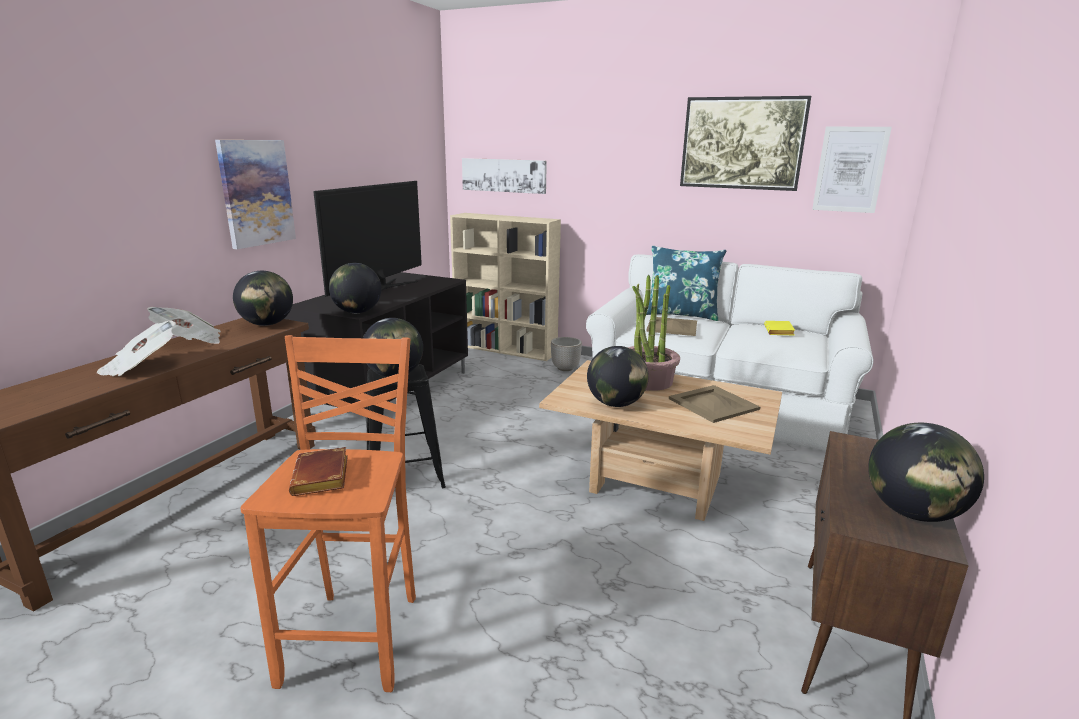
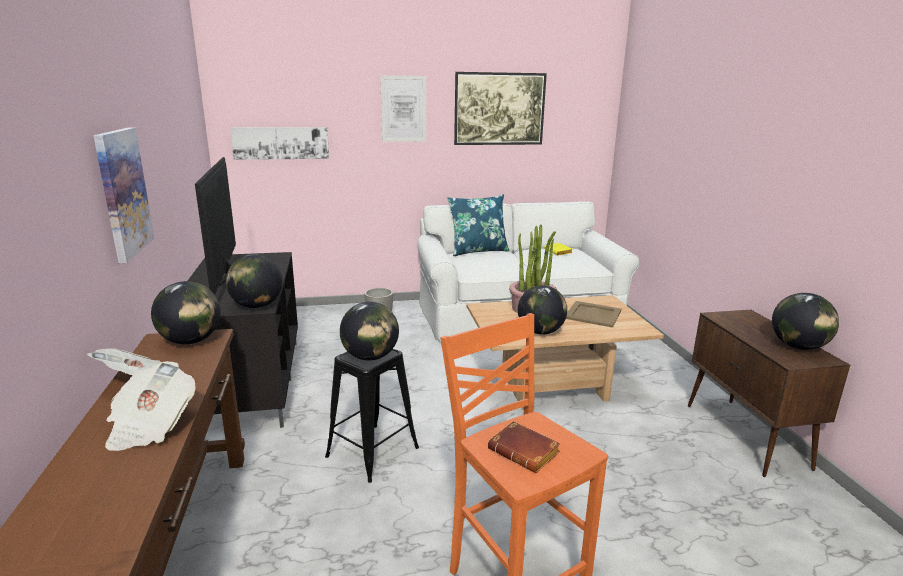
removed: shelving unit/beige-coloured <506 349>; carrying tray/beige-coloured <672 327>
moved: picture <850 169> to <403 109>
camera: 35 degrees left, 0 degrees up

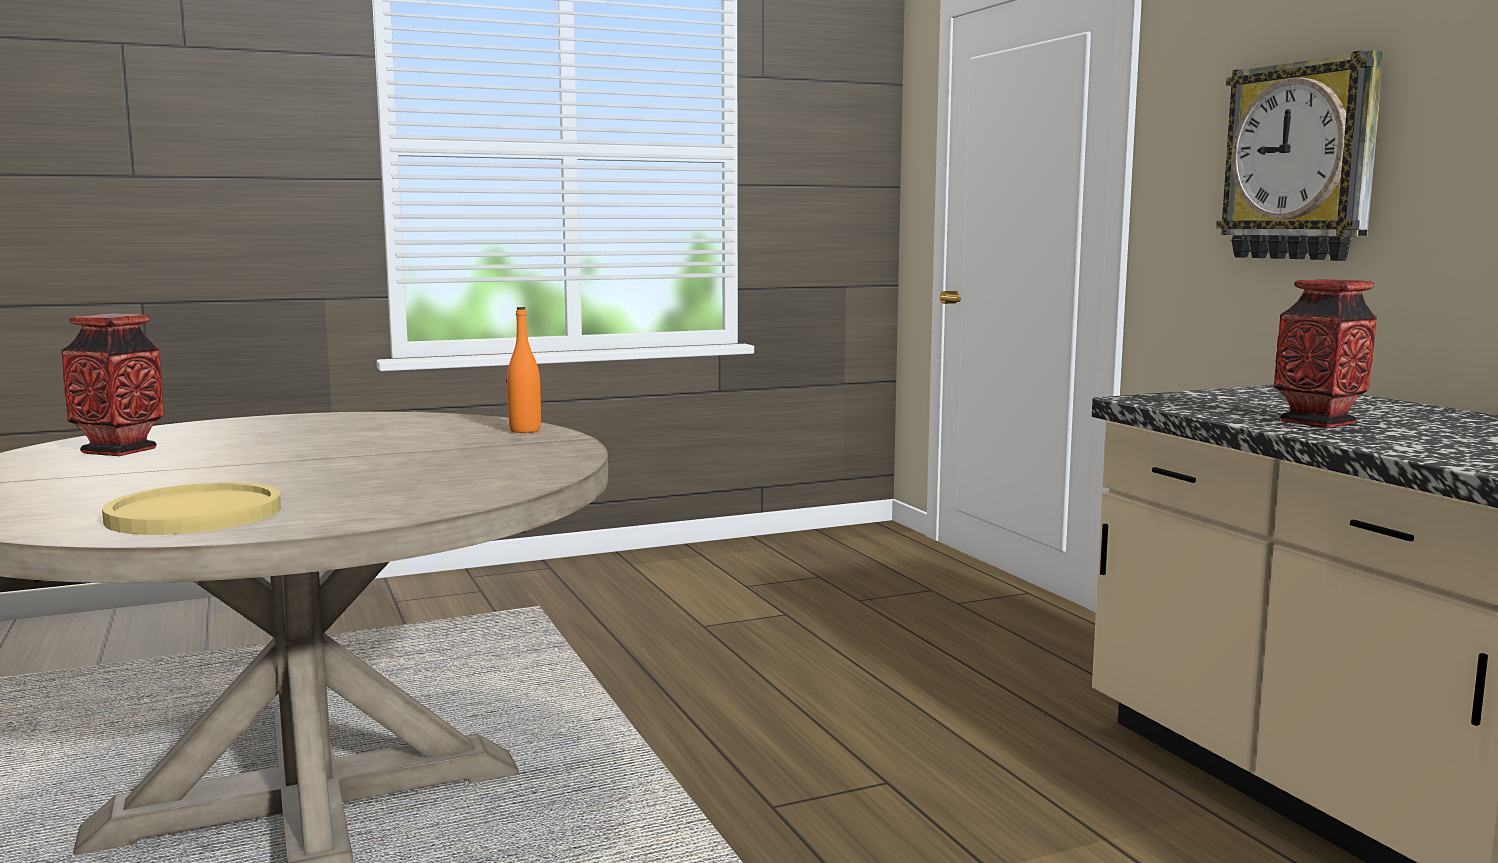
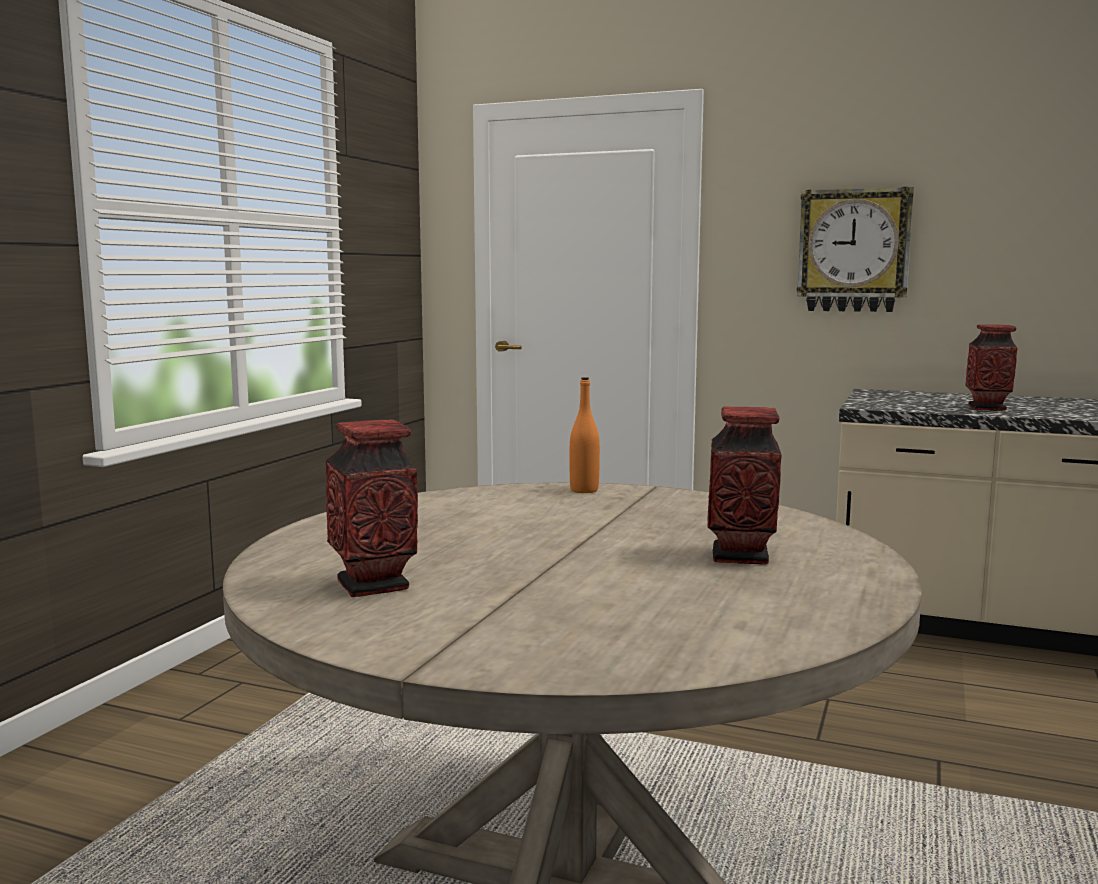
removed: dinner plate/yellow <194 514>
added: flower vase <740 556>
camera: 45 degrees left, 0 degrees up

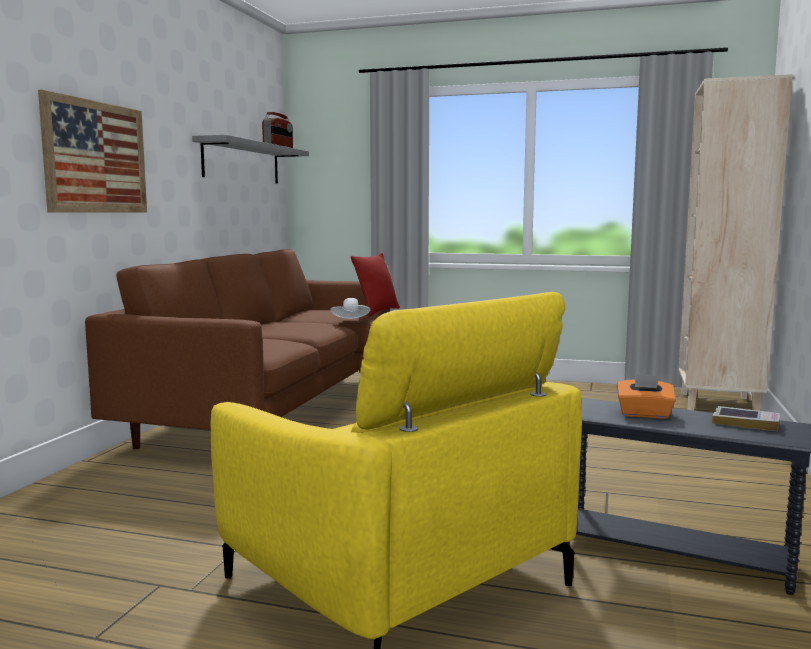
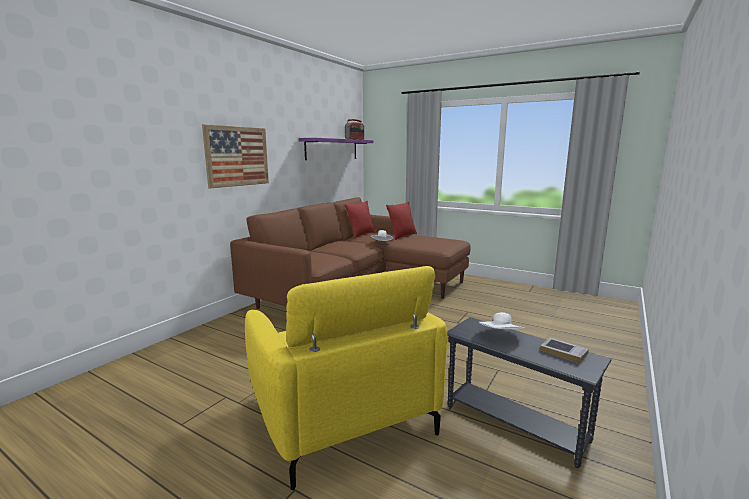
removed: shelving unit/beige-coloured <719 405>
added: cushion/red <361 234>
replaced: box of tissues/orange <644 414> to hat/whitish <501 337>
recoloured: bracket shelf/grey <242 162> to bracket shelf/purple <332 149>
camera: 15 degrees right, 5 degrees up

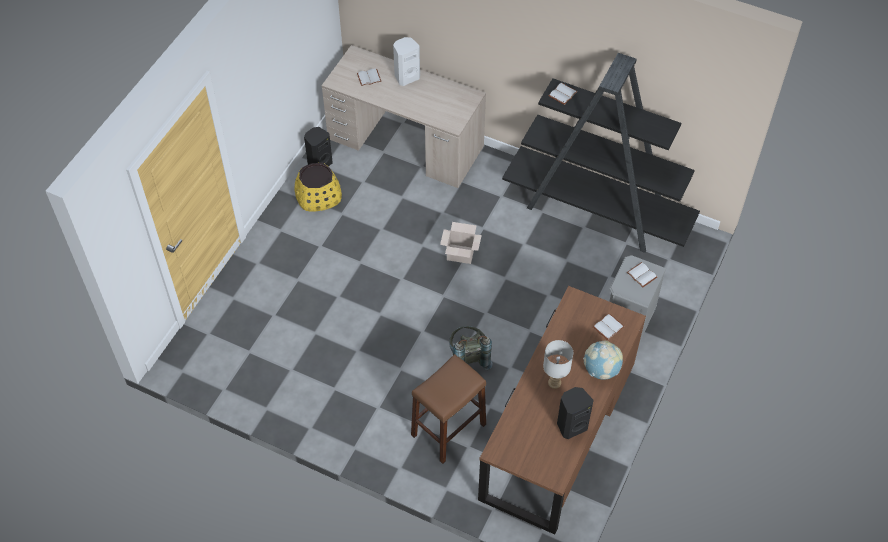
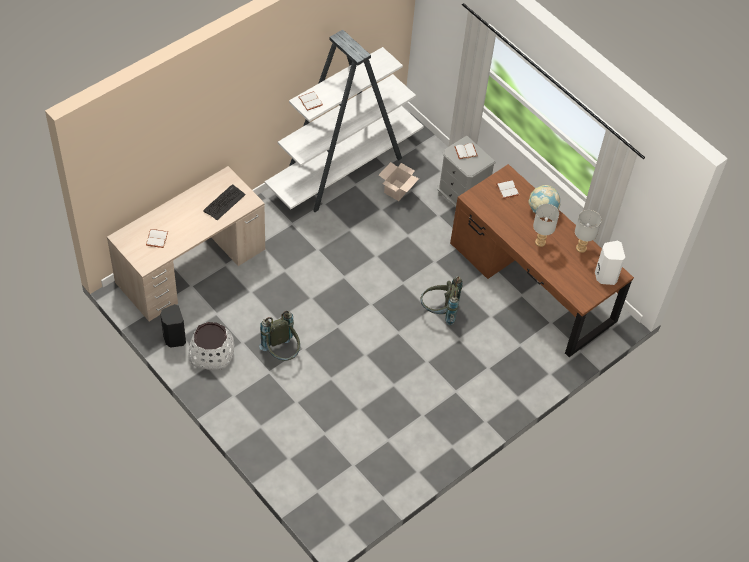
removed: stool seat/brown-coloured <448 429>
added: keyboard <224 202>; rucksack/grey <282 353>
moved: audio speaker/whitish <406 77> to <605 276>; carton <459 254> to <397 191>
replaced: audio speaker/blackish <571 425> to lamp for a table/grey <580 248>
recoloured: planter/yellow <318 196> to planter/whitish <211 353>; shelving unit/blackish <598 211> to shelving unit/whitish <344 168>
camera: 70 degrees left, 0 degrees up

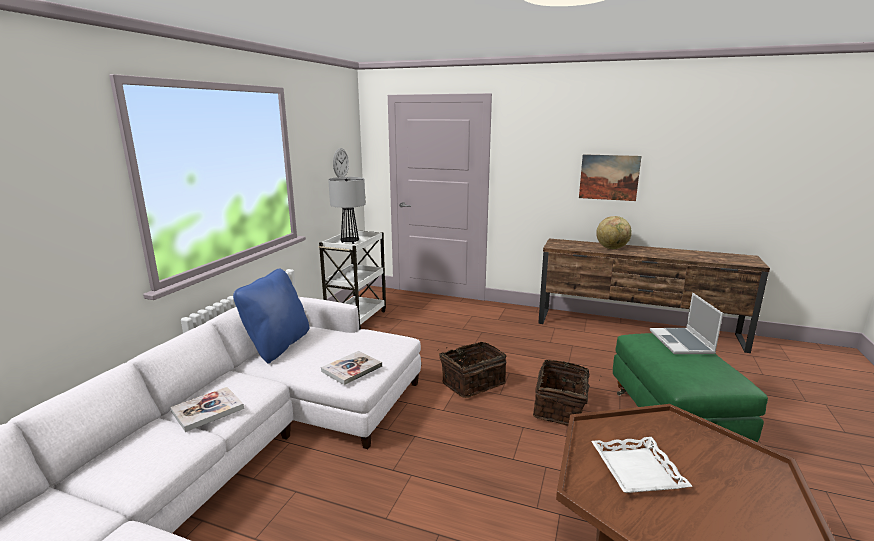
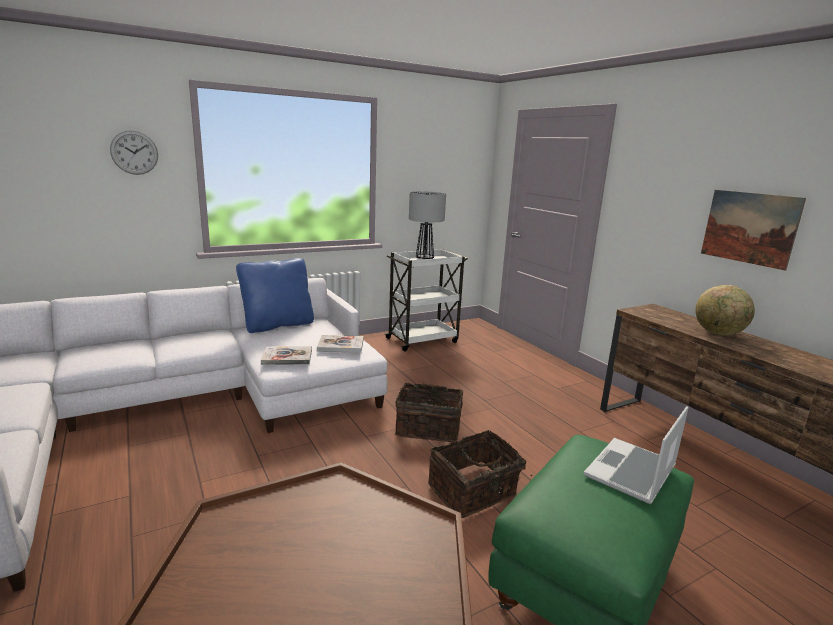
removed: carrying tray/whitish <636 470>
moved: volume <208 410> to <340 345>; hanging clock <340 163> to <134 152>
camera: 40 degrees right, 0 degrees up

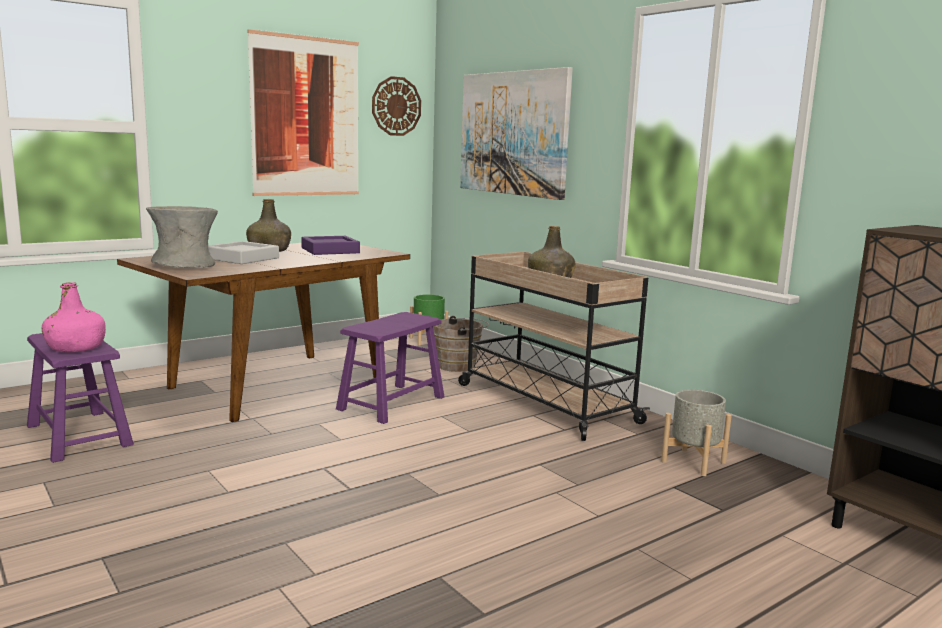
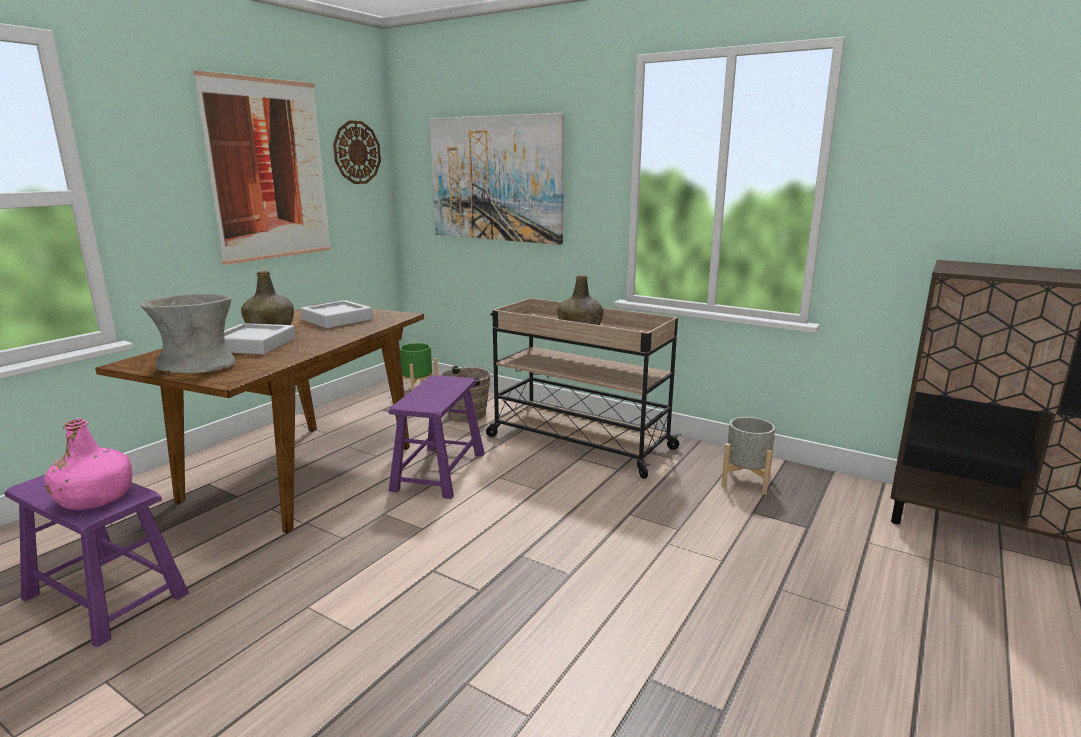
recoloured: carrying tray/purple <330 250> to carrying tray/grey <337 319>
camera: 20 degrees left, 5 degrees up

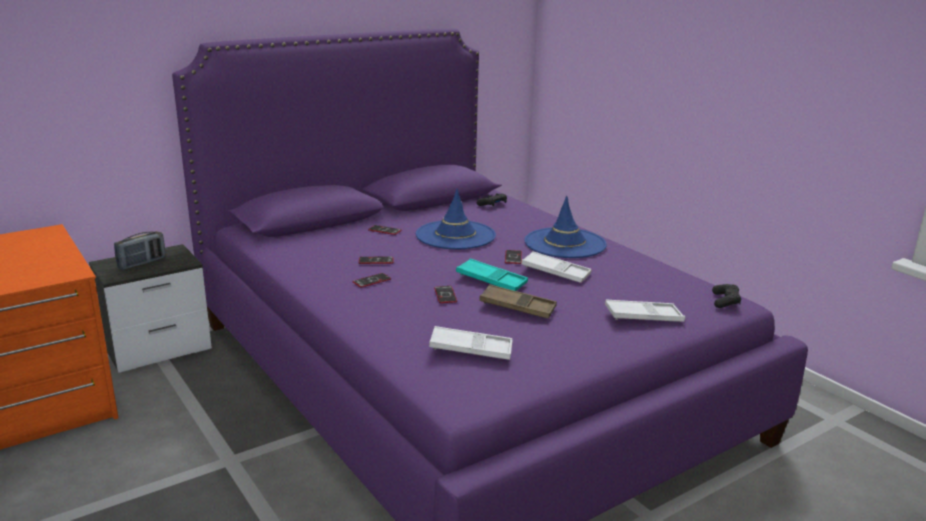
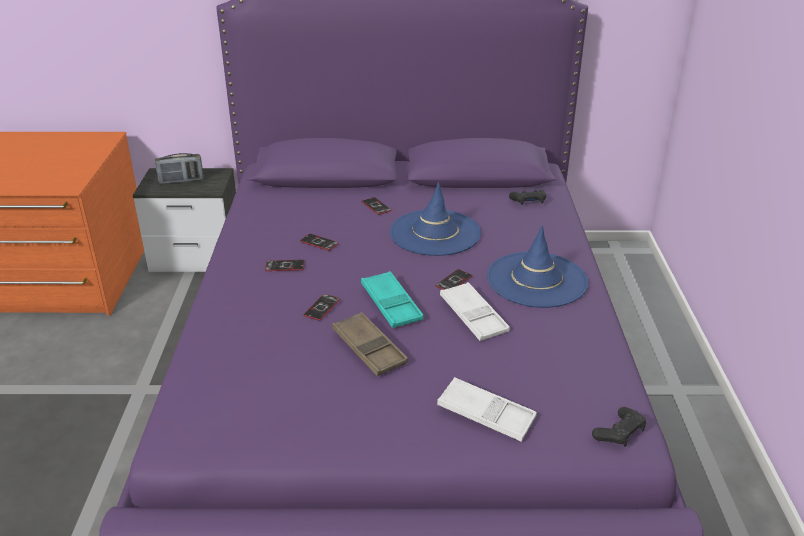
removed: carrying tray/whitish <471 349>
camera: 35 degrees right, 10 degrees up

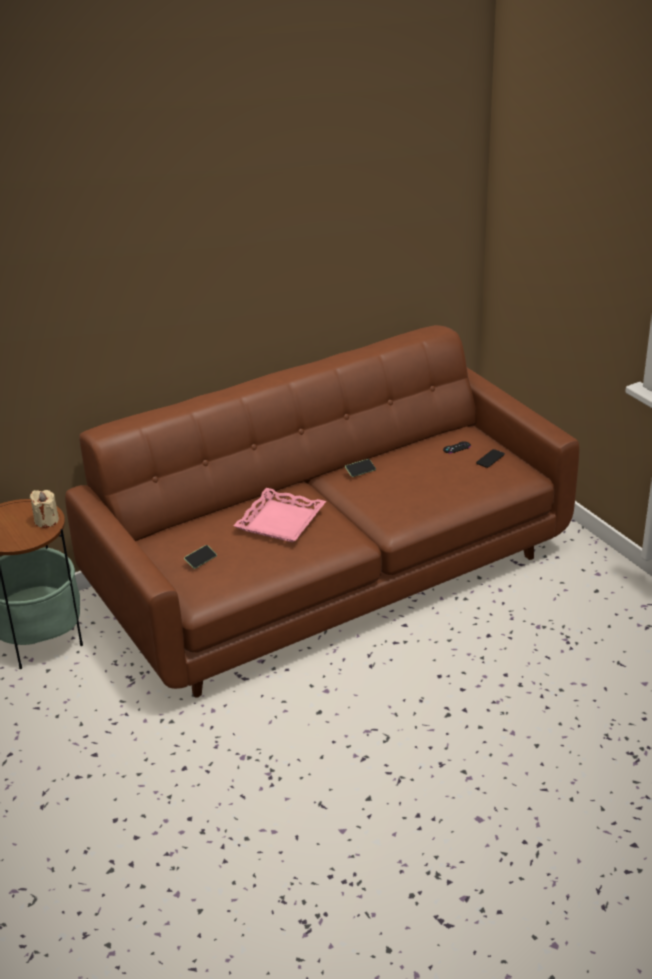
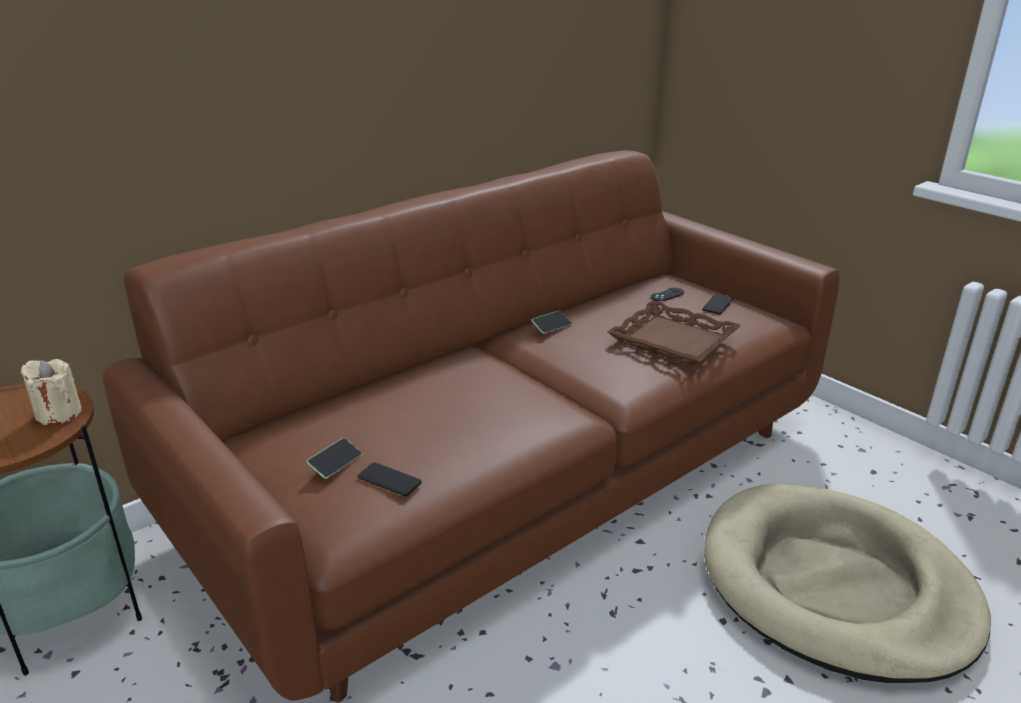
removed: carrying tray/pinkish <280 521>
added: phone <389 480>; carrying tray/brown-coloured <672 341>; pet bed/beige-coloured <835 587>
camera: 10 degrees left, 5 degrees down

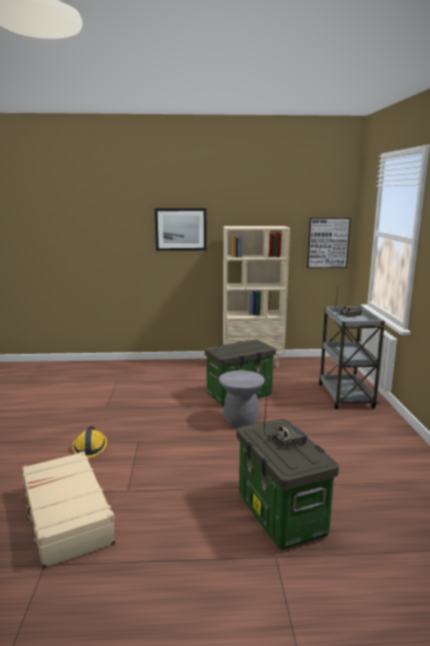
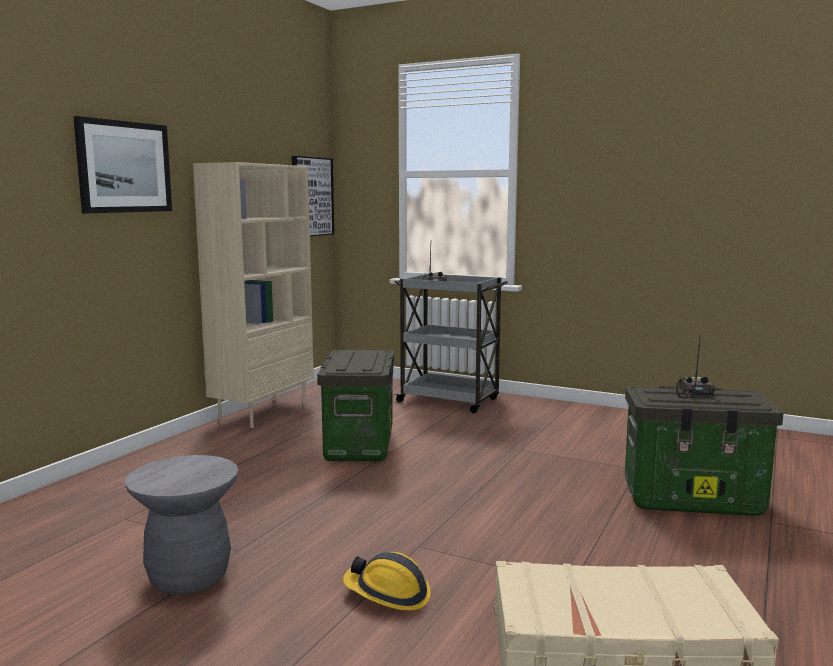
moved: stool seat/grey <241 421> to <189 577>
camera: 60 degrees left, 5 degrees down

